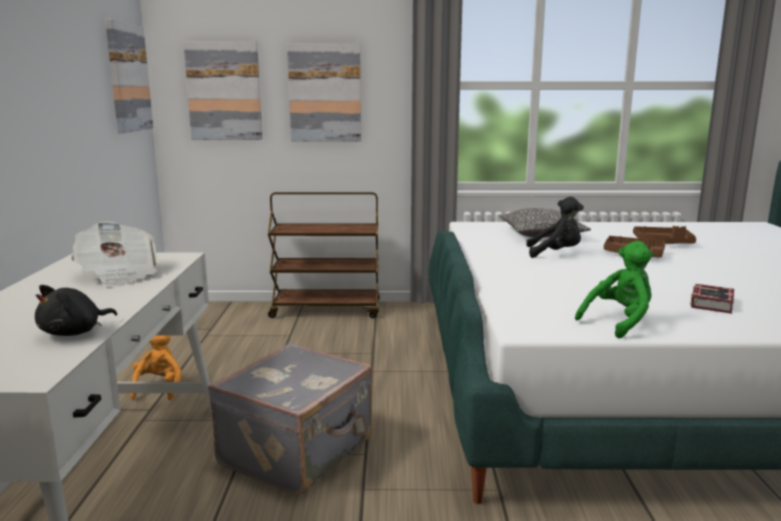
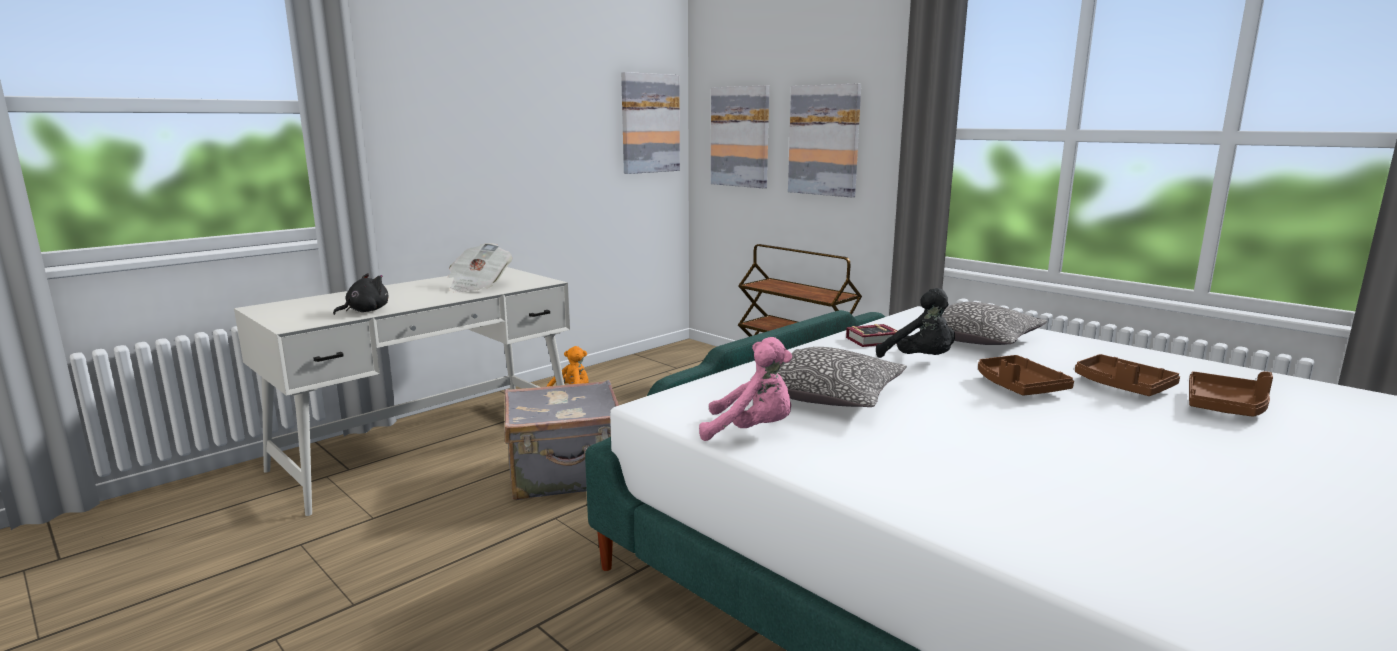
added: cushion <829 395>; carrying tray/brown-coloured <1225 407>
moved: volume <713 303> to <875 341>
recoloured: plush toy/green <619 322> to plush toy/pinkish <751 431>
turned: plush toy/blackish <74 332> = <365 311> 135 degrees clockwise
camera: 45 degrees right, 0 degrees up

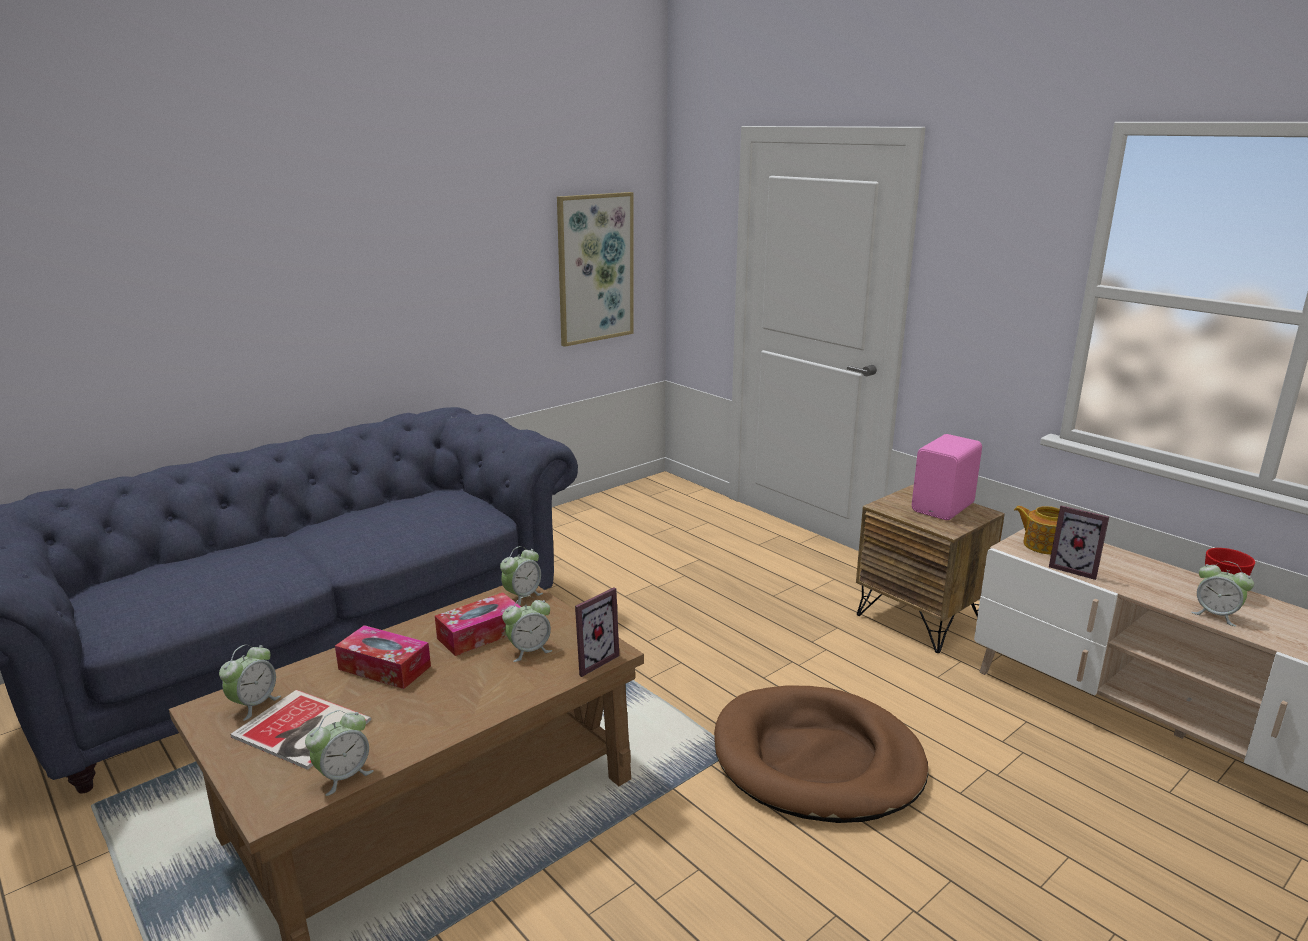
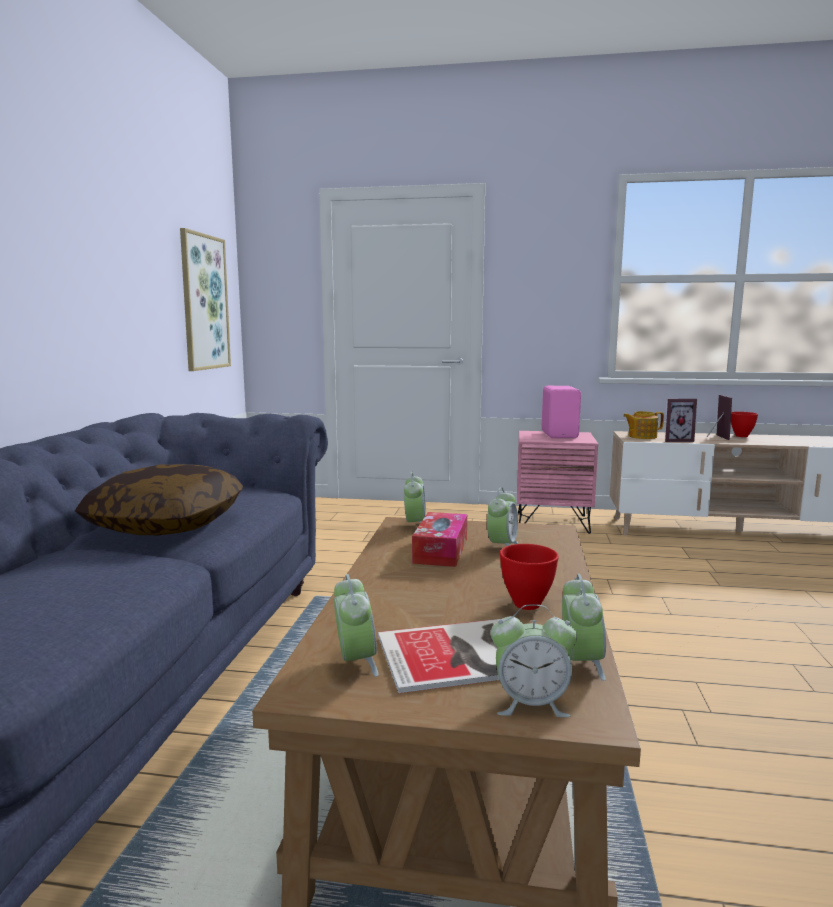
removed: box of tissues <384 668>; pet bed/brown-coloured <817 760>
added: cushion <167 524>; serving bowl/red <526 603>
moved: standing frame <590 660> to <715 437>; alarm clock <1215 615> to <531 704>
recoloured: bedside table/brown-coloured <920 619> to bedside table/pinkish <552 522>
camera: 40 degrees left, 10 degrees down

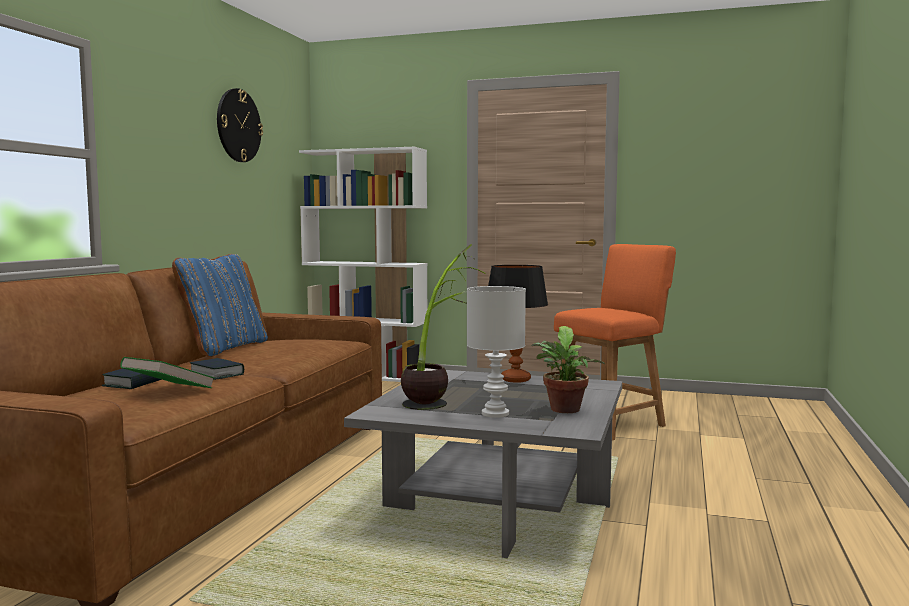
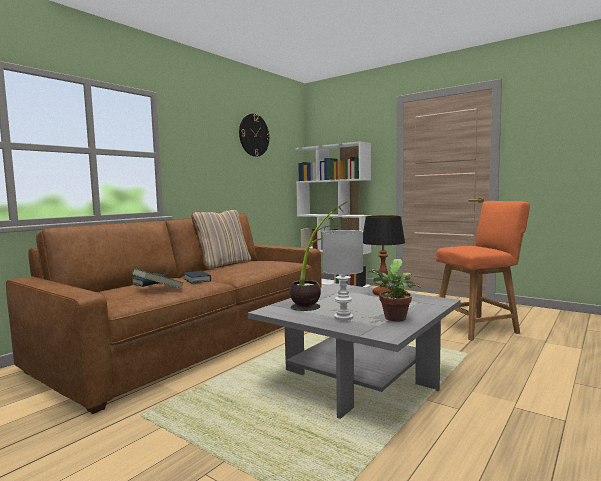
recoloured: cushion/bluish <224 348> to cushion/beige-coloured <223 265>
camera: 20 degrees right, 0 degrees up

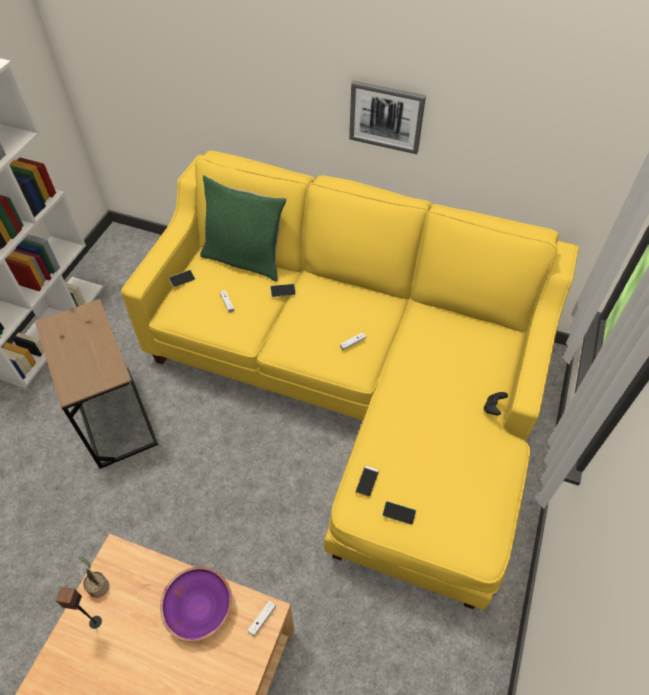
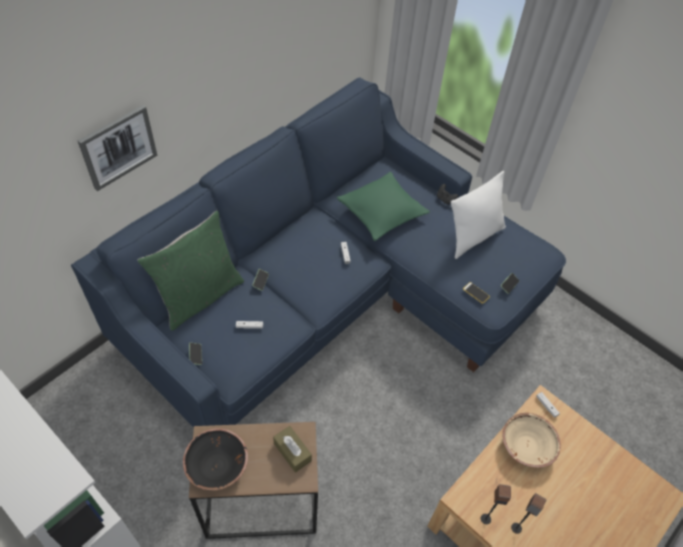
added: serving bowl/blackish <217 466>; box of tissues/brown-coloured <292 452>; cushion/green <382 212>; cushion/whitish <473 237>
moved: picture <386 117> to <118 147>
replaced: plant in a pot <98 585> to audio speaker <485 518>
recoloured: settee/yellow <357 386> to settee/bluish <331 296>; serving bowl/purple <199 608> to serving bowl/beige-coloured <526 446>
camera: 70 degrees left, 0 degrees up

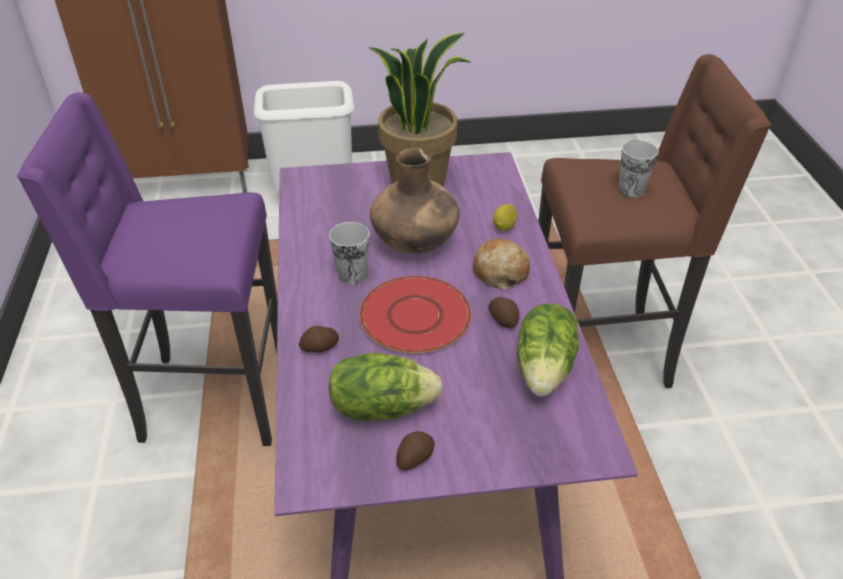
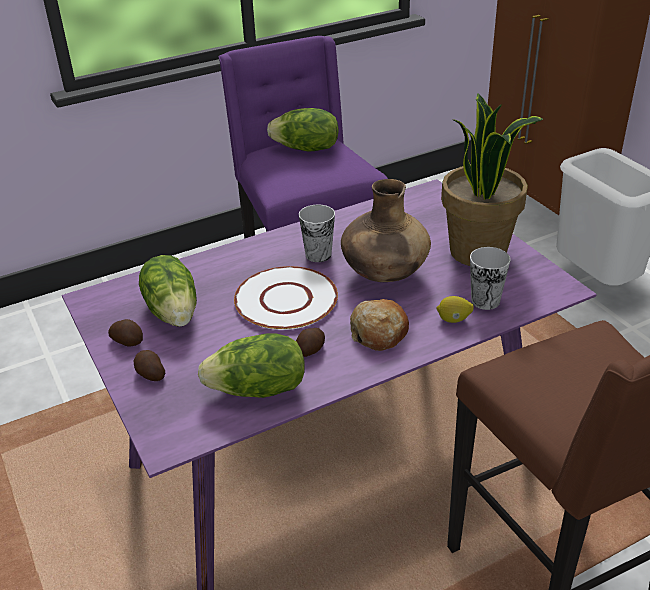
added: lettuce head <306 149>
moved: potato <320 348> to <150 374>; cup <631 190> to <485 301>
recoloured: dinner plate/red <415 317> to dinner plate/whitish <285 300>
camera: 70 degrees right, 5 degrees down

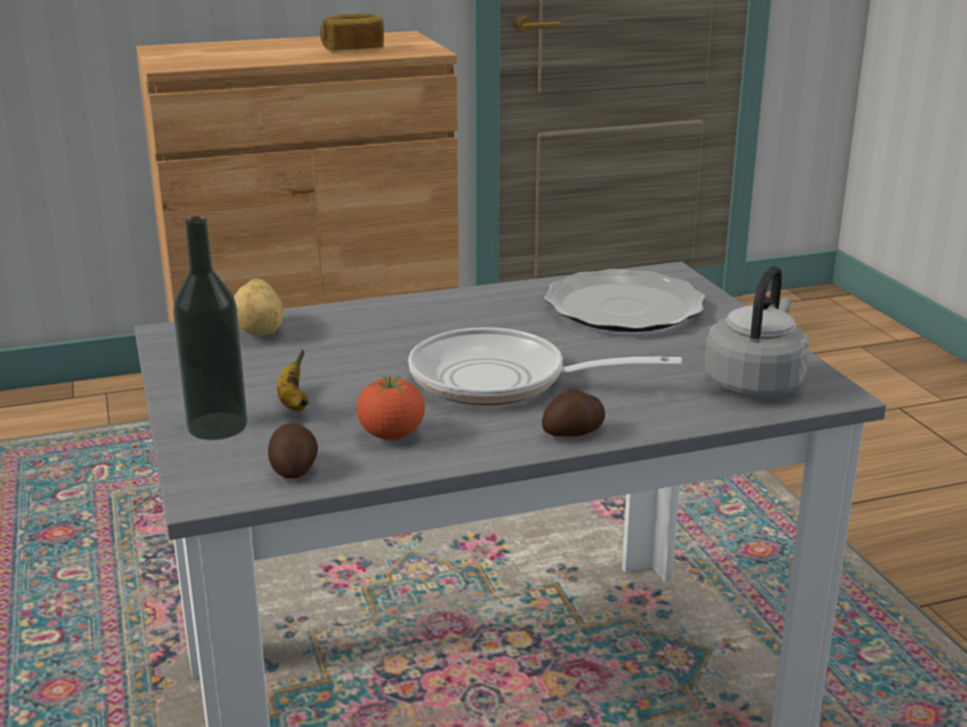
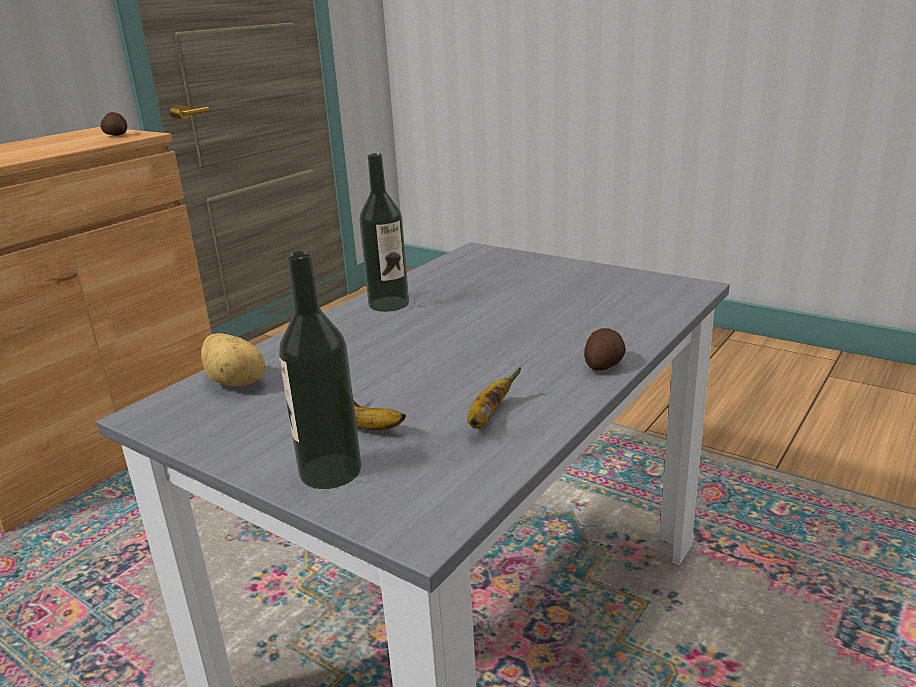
removed: bread <353 49>; pan <501 380>; dinner plate <623 308>; tea kettle/grey <755 383>
added: drink bottle <388 304>
moved: potato <294 468> to <116 135>
replaced: tomato <391 436> to banana <488 417>
camera: 35 degrees left, 0 degrees up

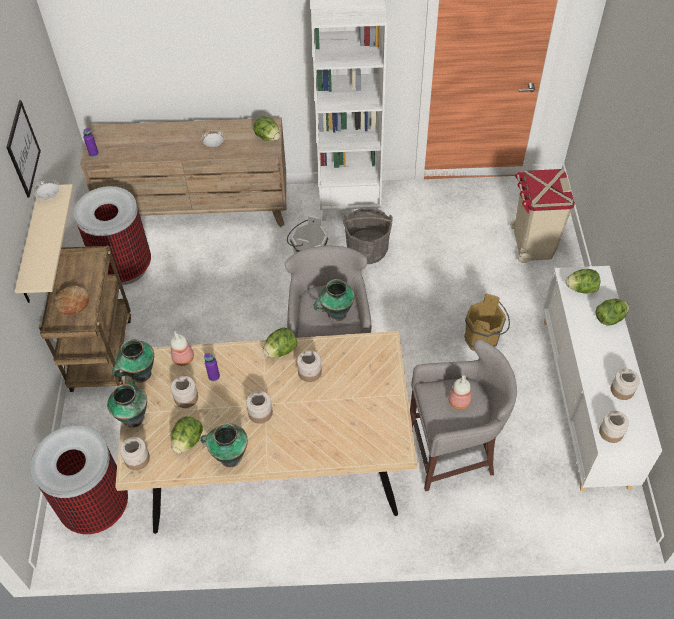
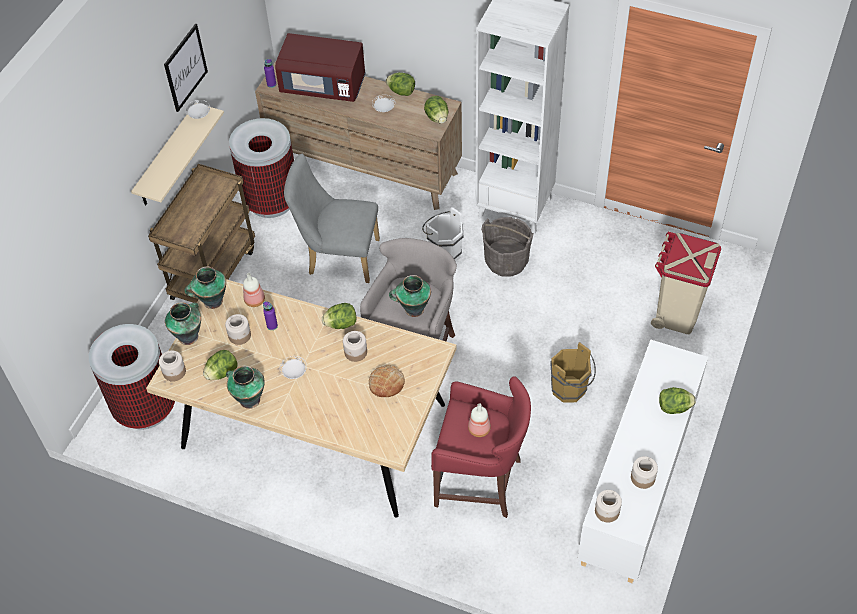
added: microwave/red <323 86>; plain chair/grey <338 257>
moved: bread <72 302> to <386 383>; lettuce head <581 288> to <401 92>
replaced: jar <260 413> to dinner plate/whitish <294 372>
recoloured: stool seat/grey <453 451> to stool seat/red <481 481>
camera: 25 degrees right, 0 degrees up

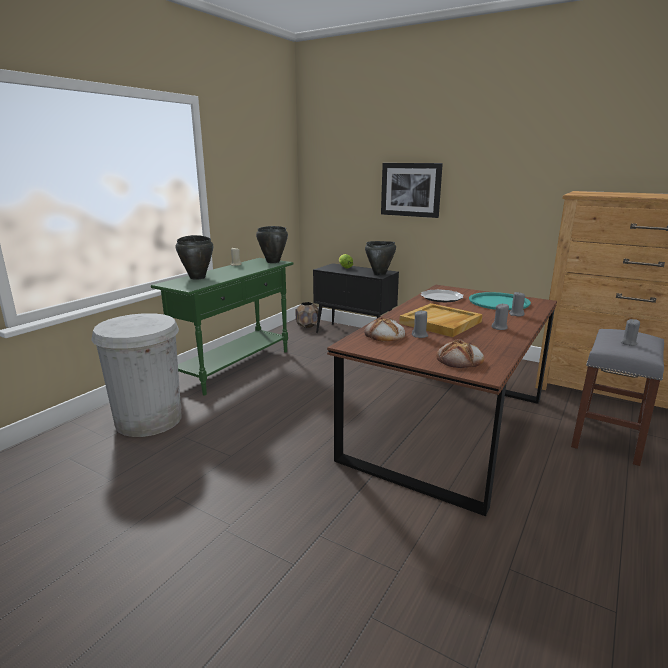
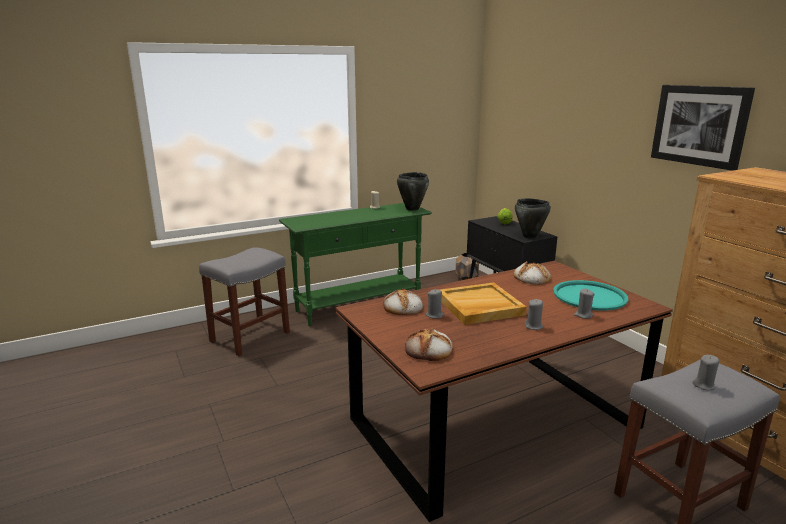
removed: stockpot/blackish <197 277>
moved: picture <411 189> to <699 125>
replaced: rubbish bin/whitish <149 420> to stool seat/grey <250 336>; dinner plate <441 298> to bread <531 278>
camera: 30 degrees right, 0 degrees up

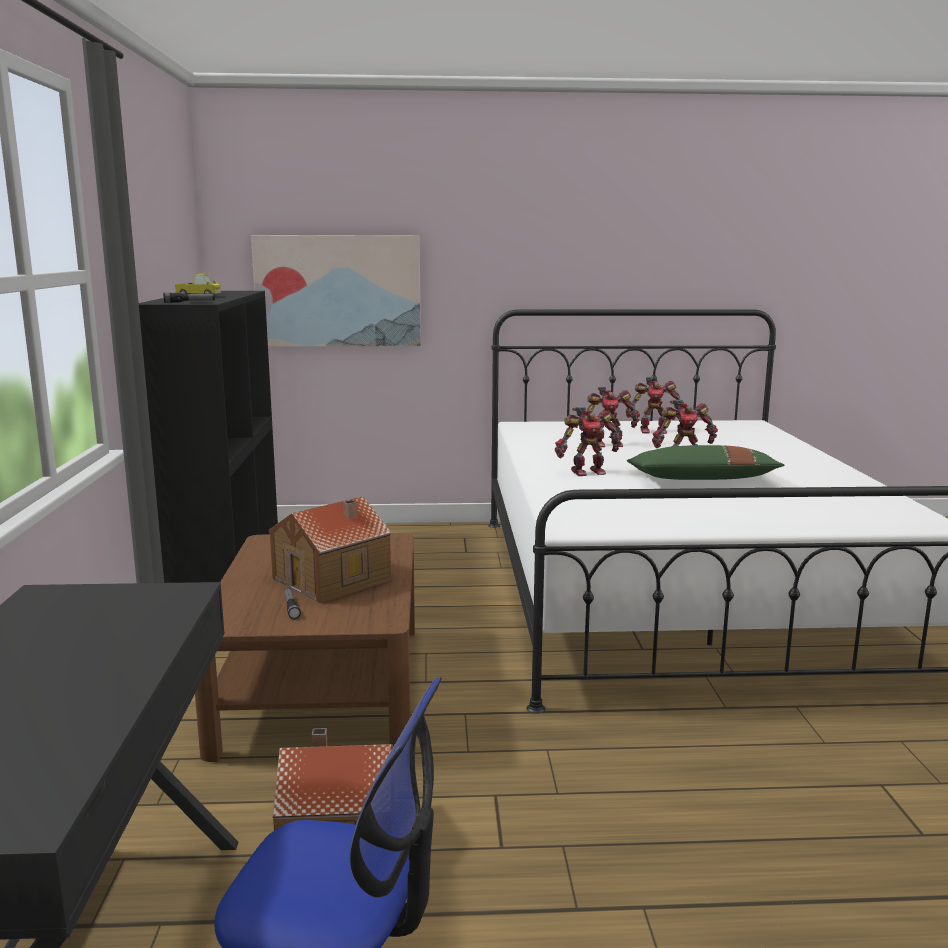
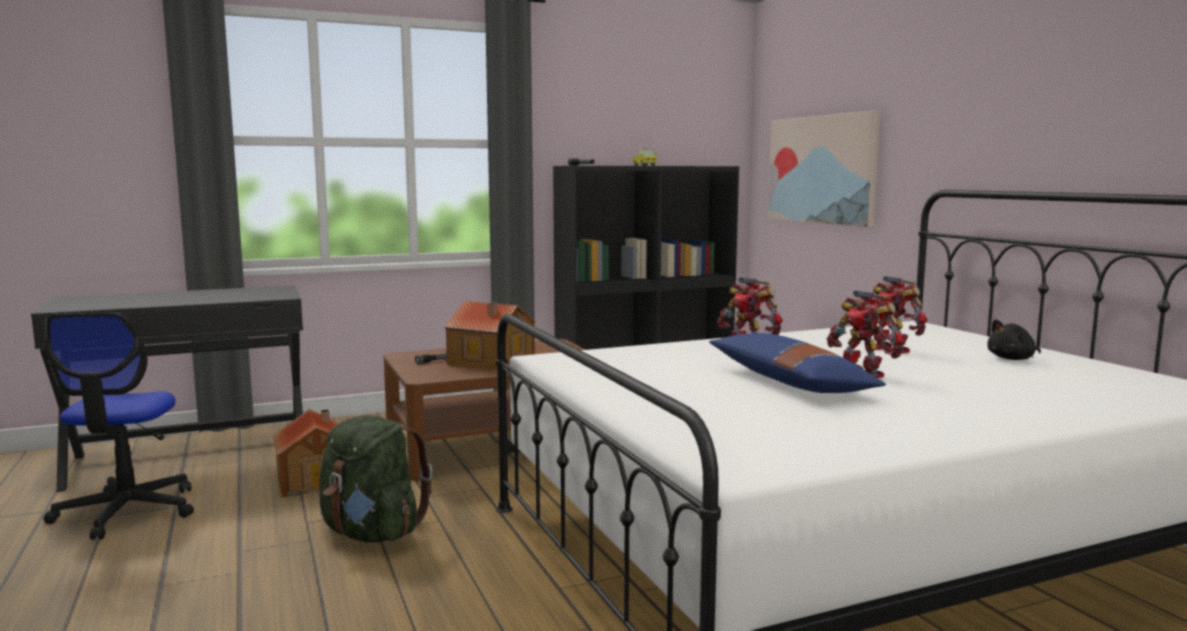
added: rucksack/green <372 533>
replaced: toy robot <652 431> to plush toy/blackish <1012 359>
recoloured: cushion/green <702 479> to cushion/bluish <789 382>
camera: 70 degrees right, 5 degrees down

